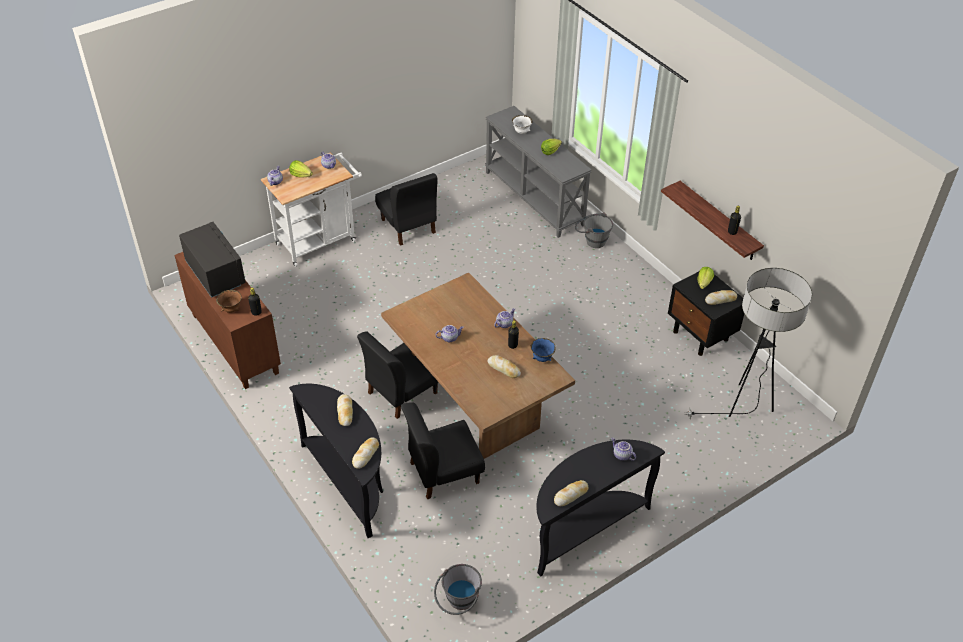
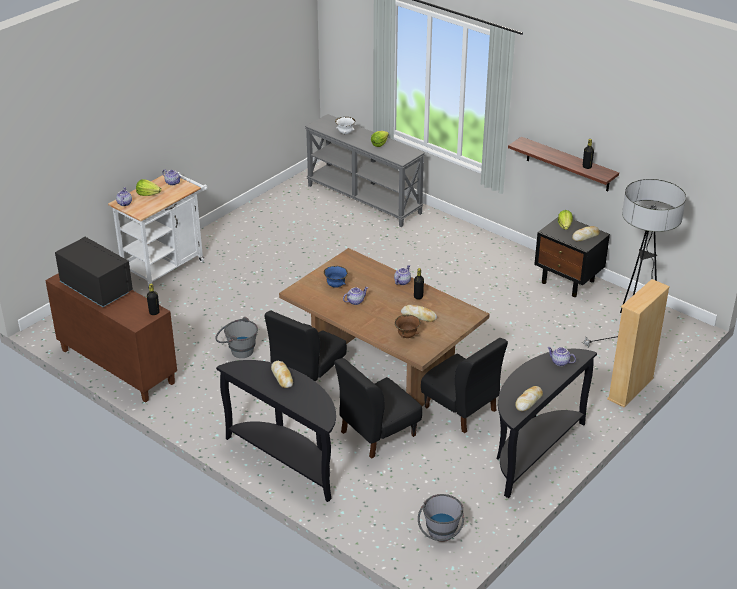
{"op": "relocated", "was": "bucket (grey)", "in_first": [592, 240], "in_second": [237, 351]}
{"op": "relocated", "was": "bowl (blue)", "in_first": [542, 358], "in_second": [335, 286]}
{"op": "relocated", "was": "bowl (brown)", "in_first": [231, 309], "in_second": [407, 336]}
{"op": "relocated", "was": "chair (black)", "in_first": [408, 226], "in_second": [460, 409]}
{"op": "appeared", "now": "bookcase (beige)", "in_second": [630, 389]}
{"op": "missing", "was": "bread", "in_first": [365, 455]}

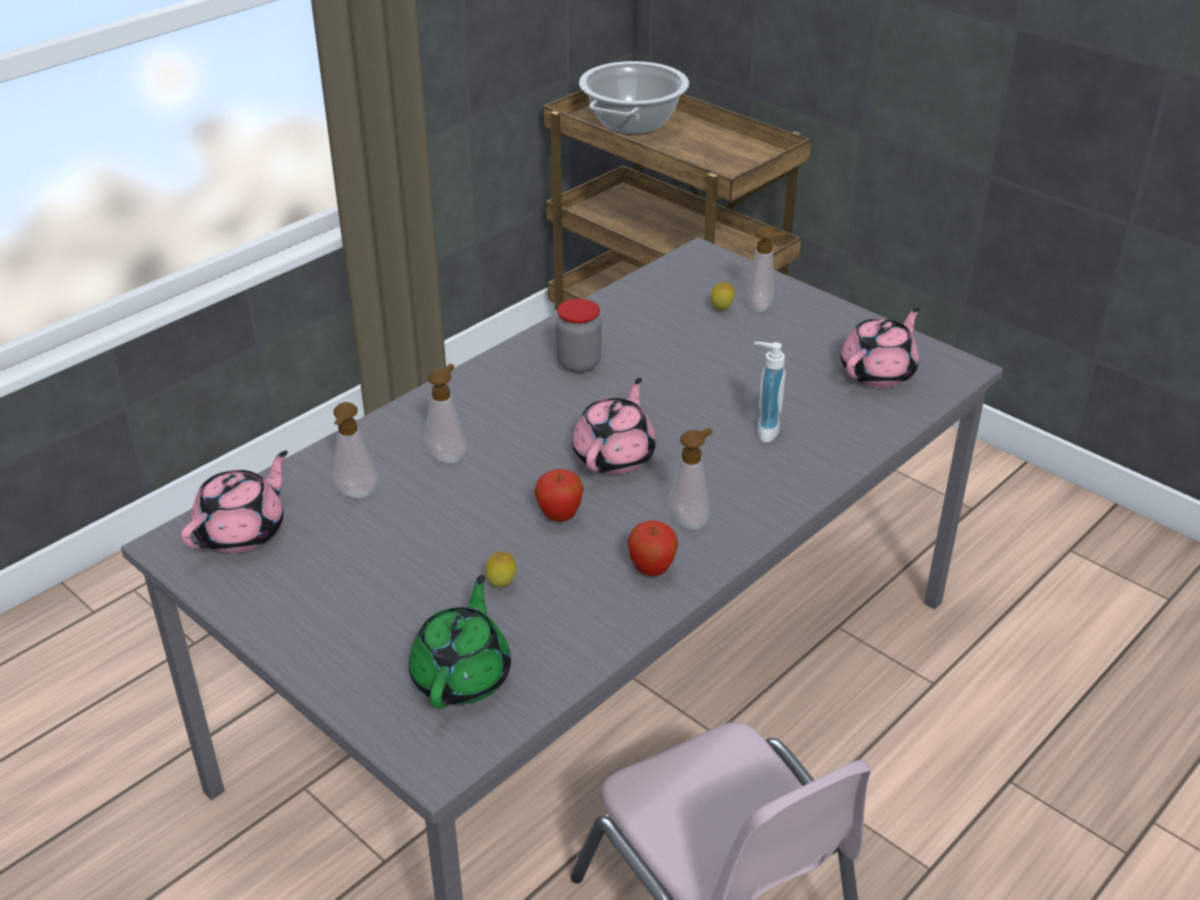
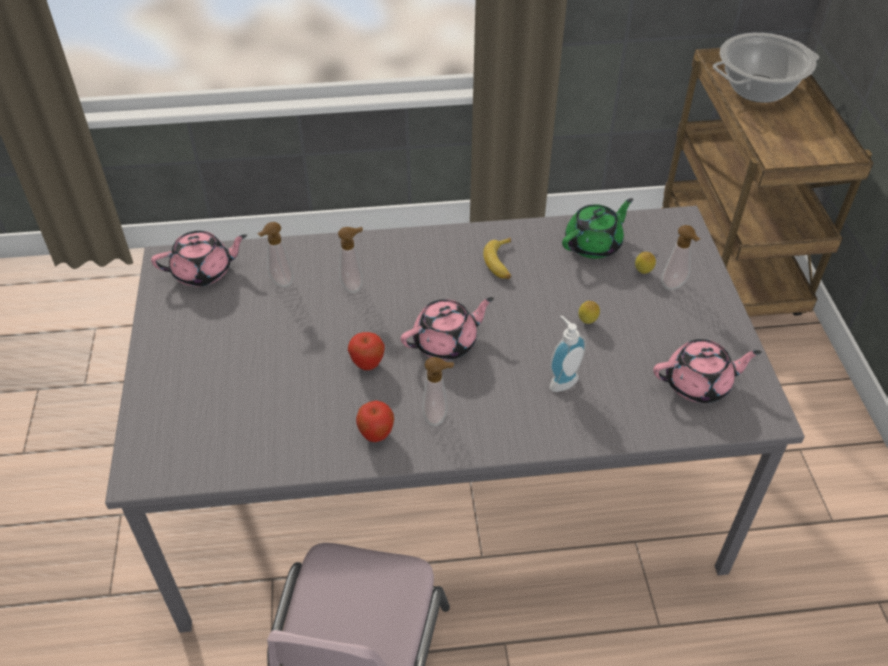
{"op": "exchanged", "was": "jar", "now": "banana", "in_first": [579, 363], "in_second": [501, 263]}
{"op": "relocated", "was": "teapot (green)", "in_first": [462, 675], "in_second": [594, 244]}
{"op": "relocated", "was": "lemon", "in_first": [501, 585], "in_second": [587, 322]}

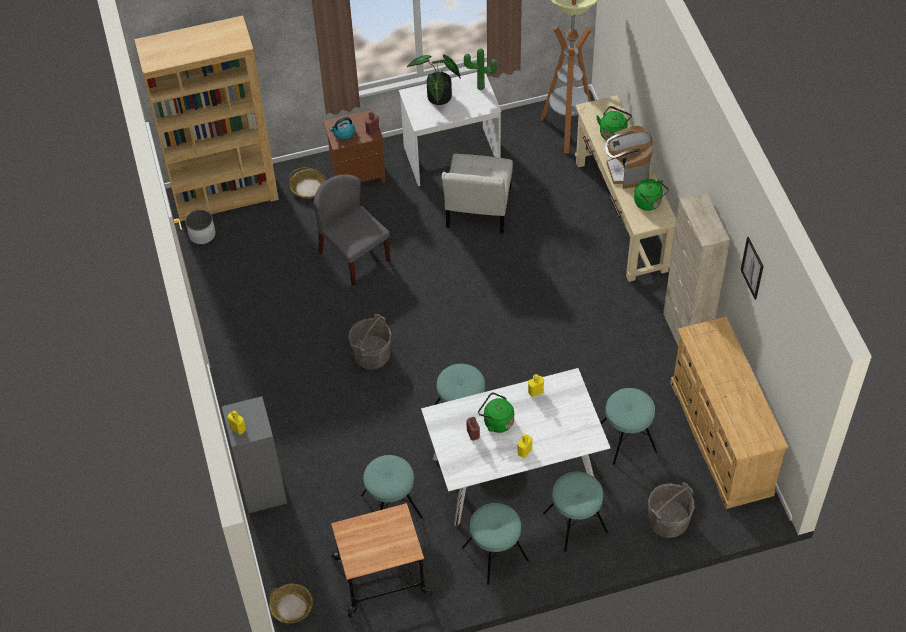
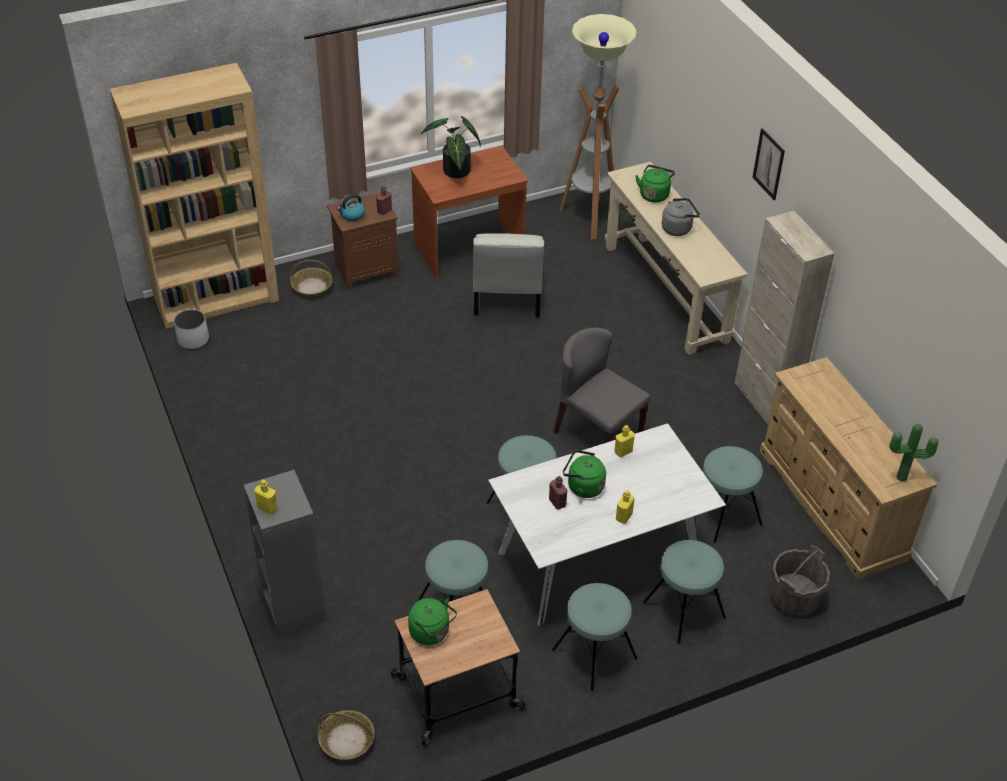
{"op": "relocated", "was": "kettle (green)", "in_first": [649, 203], "in_second": [431, 633]}
{"op": "colour", "was": "desk (white)", "now": "desk (brown)", "in_first": [451, 157], "in_second": [469, 250]}
{"op": "relocated", "was": "chair (grey)", "in_first": [353, 256], "in_second": [597, 433]}
{"op": "exchanged", "was": "coffee machine", "now": "kettle (grey)", "in_first": [627, 171], "in_second": [678, 228]}
{"op": "relocated", "was": "picture", "in_first": [752, 268], "in_second": [768, 164]}
{"op": "relocated", "was": "potted plant", "in_first": [481, 88], "in_second": [902, 479]}
{"op": "missing", "was": "bucket (grey)", "in_first": [372, 355]}

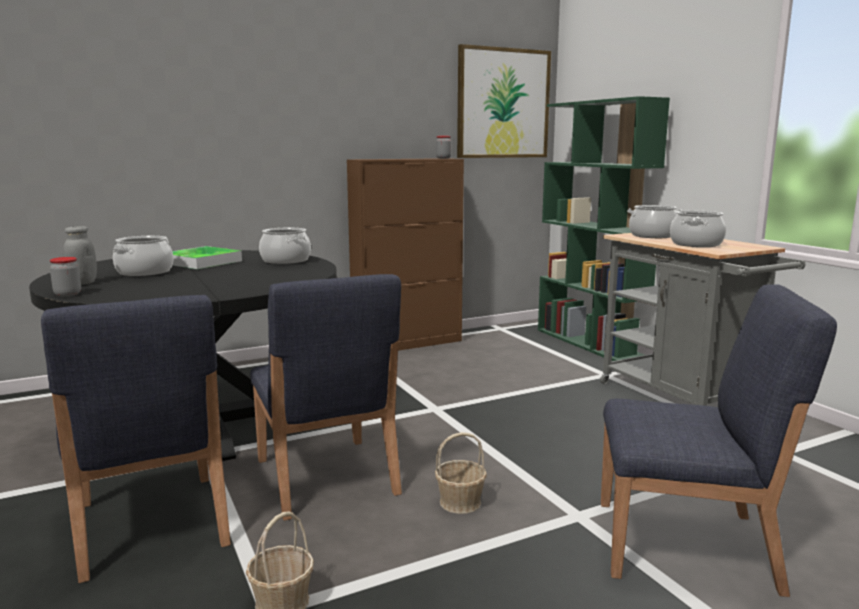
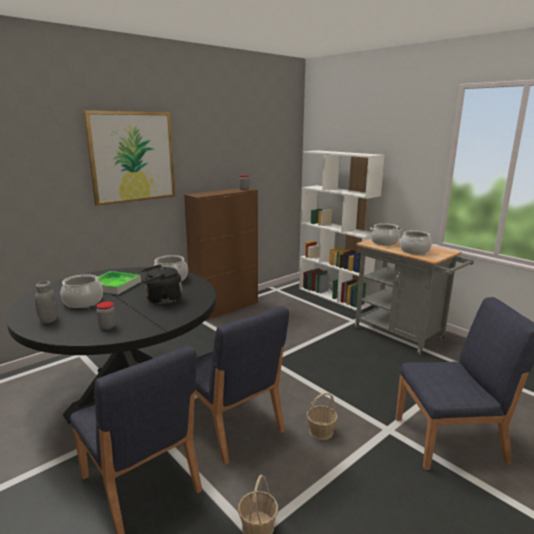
{"op": "relocated", "was": "picture", "in_first": [503, 103], "in_second": [132, 157]}
{"op": "relocated", "was": "jar", "in_first": [67, 294], "in_second": [107, 327]}
{"op": "appeared", "now": "kettle (black)", "in_second": [161, 300]}
{"op": "colour", "was": "bookcase (green)", "now": "bookcase (white)", "in_first": [590, 343], "in_second": [334, 296]}

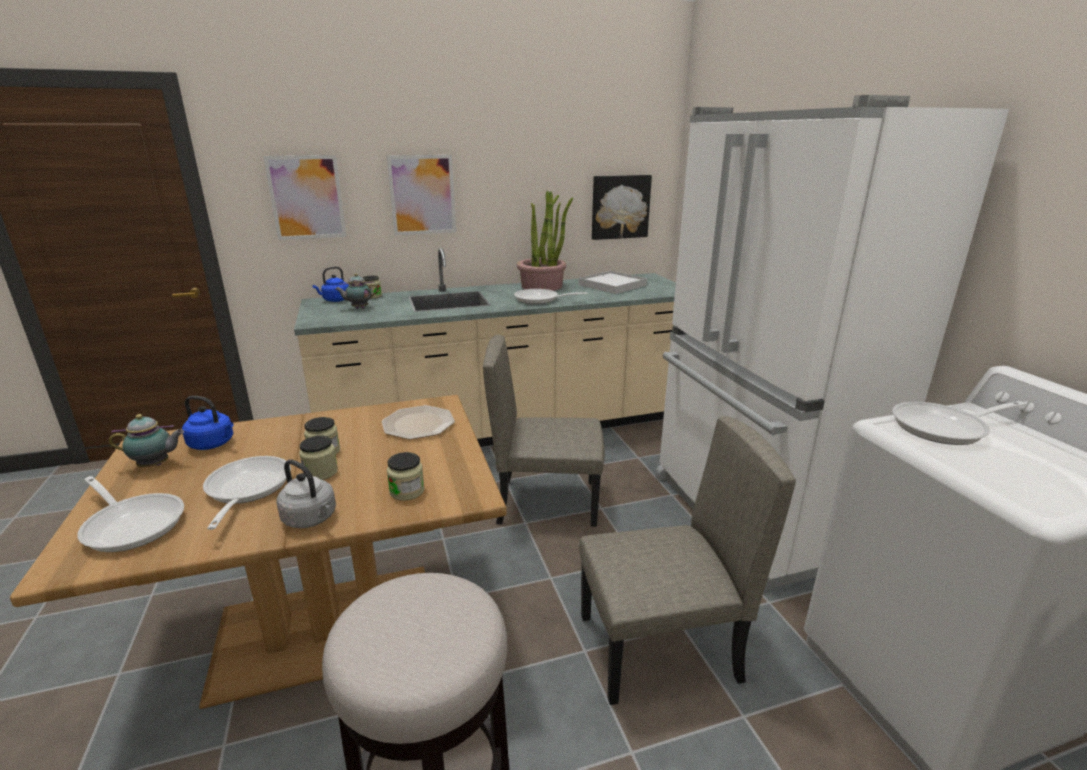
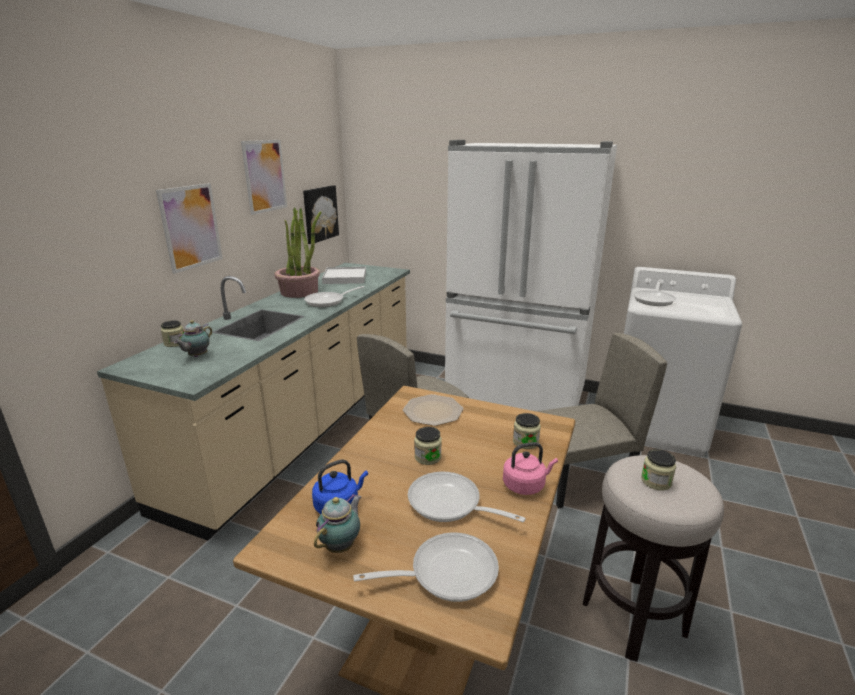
{"op": "relocated", "was": "picture", "in_first": [306, 197], "in_second": [265, 176]}
{"op": "colour", "was": "kettle (grey)", "now": "kettle (pink)", "in_first": [311, 519], "in_second": [525, 485]}
{"op": "spun", "was": "chair (beige)", "in_first": [659, 649], "in_second": [579, 480], "clockwise": 45}
{"op": "relocated", "was": "jar", "in_first": [320, 472], "in_second": [656, 481]}
{"op": "missing", "was": "kettle (blue)", "in_first": [335, 300]}

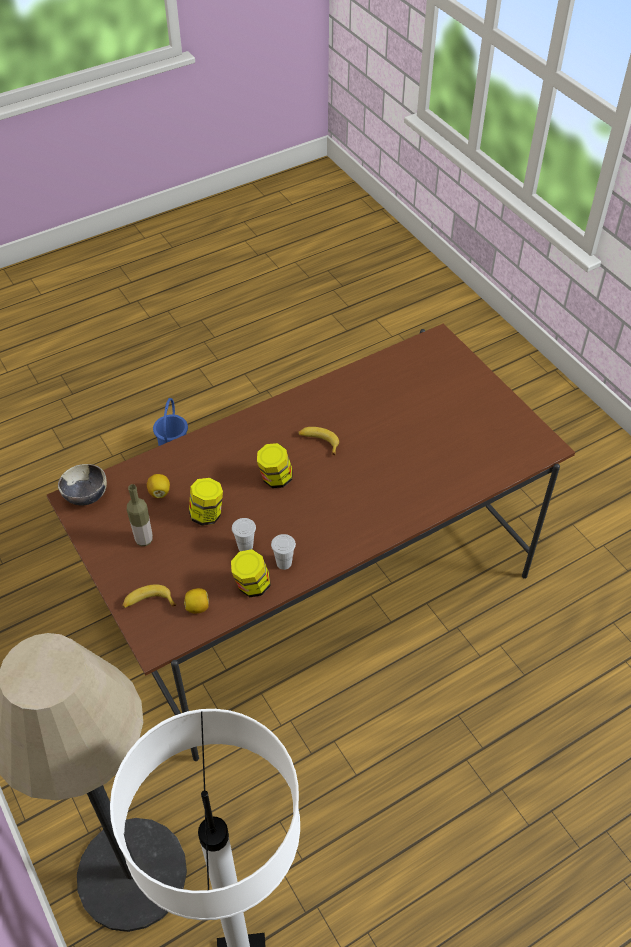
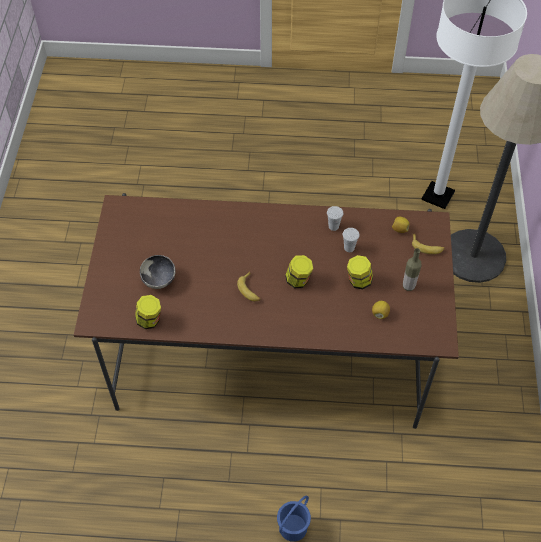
{"op": "relocated", "was": "jar", "in_first": [252, 585], "in_second": [149, 320]}
{"op": "relocated", "was": "bowl", "in_first": [86, 496], "in_second": [159, 280]}

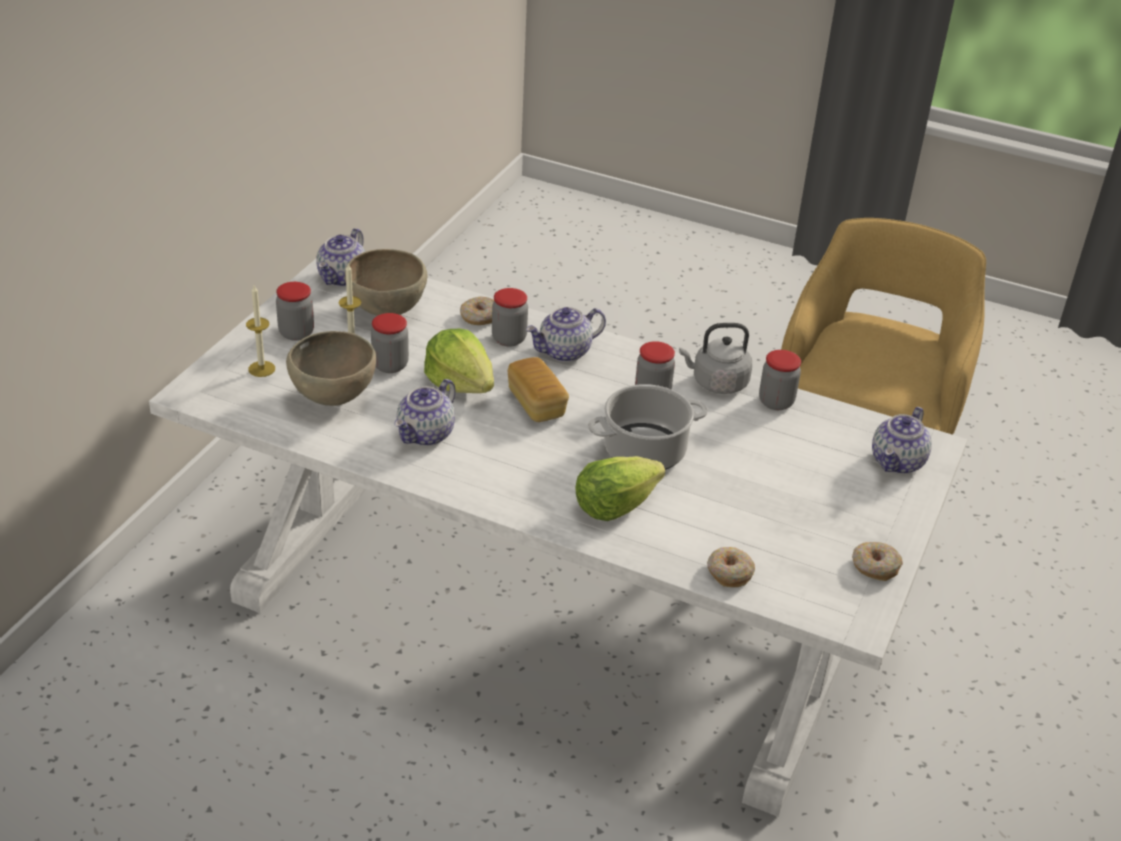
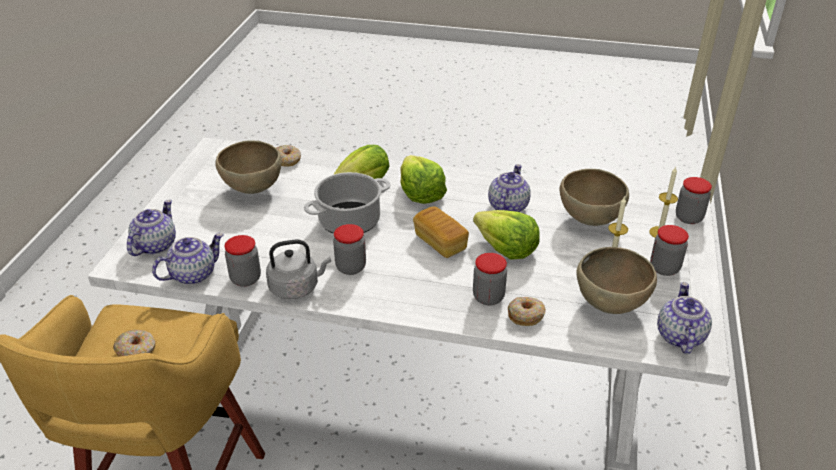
{"op": "relocated", "was": "donut", "in_first": [874, 567], "in_second": [137, 350]}
{"op": "relocated", "was": "teapot", "in_first": [564, 352], "in_second": [193, 274]}
{"op": "appeared", "now": "bowl (brown)", "in_second": [252, 189]}
{"op": "appeared", "now": "lettuce", "in_second": [420, 194]}
{"op": "relocated", "was": "jar", "in_first": [390, 365], "in_second": [688, 218]}

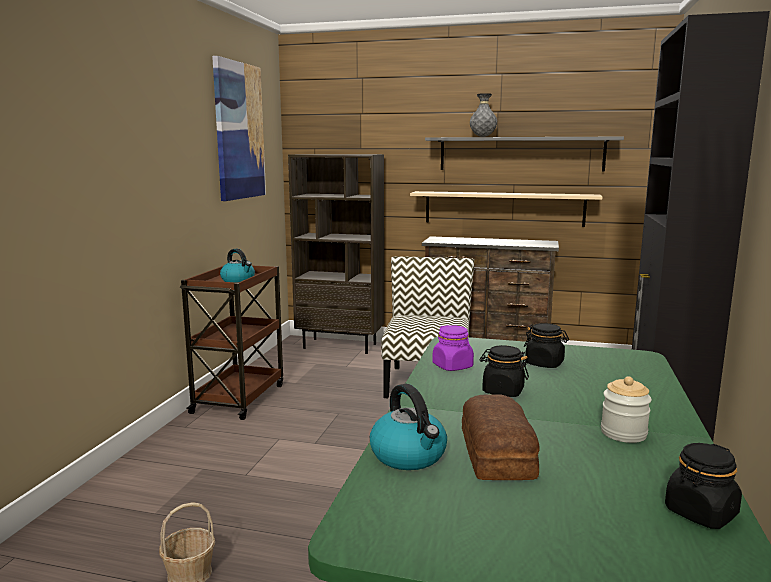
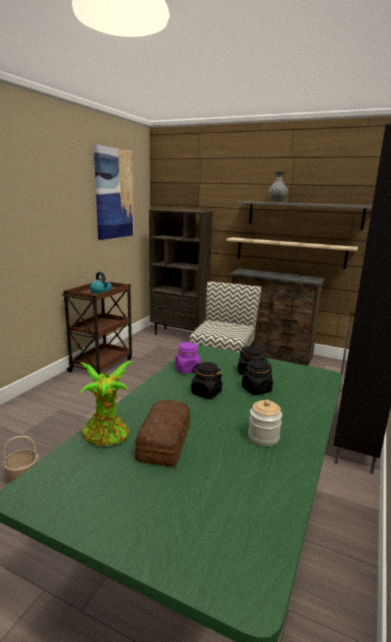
{"op": "exchanged", "was": "kettle", "now": "potted plant", "in_first": [409, 456], "in_second": [107, 436]}
{"op": "relocated", "was": "jar (black)", "in_first": [700, 513], "in_second": [256, 389]}

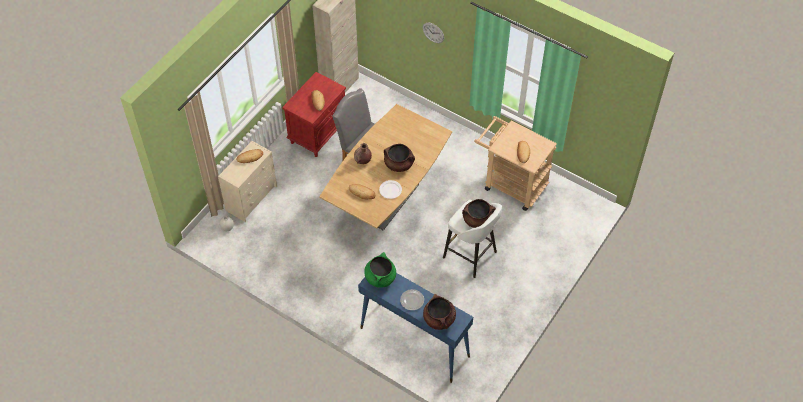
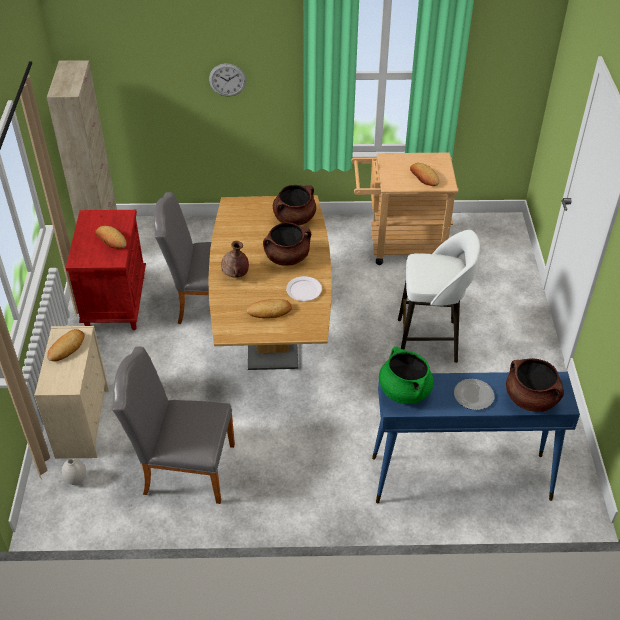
{"op": "appeared", "now": "chair (grey)", "in_second": [182, 467]}
{"op": "relocated", "was": "cooking pot (brown)", "in_first": [477, 220], "in_second": [294, 218]}

